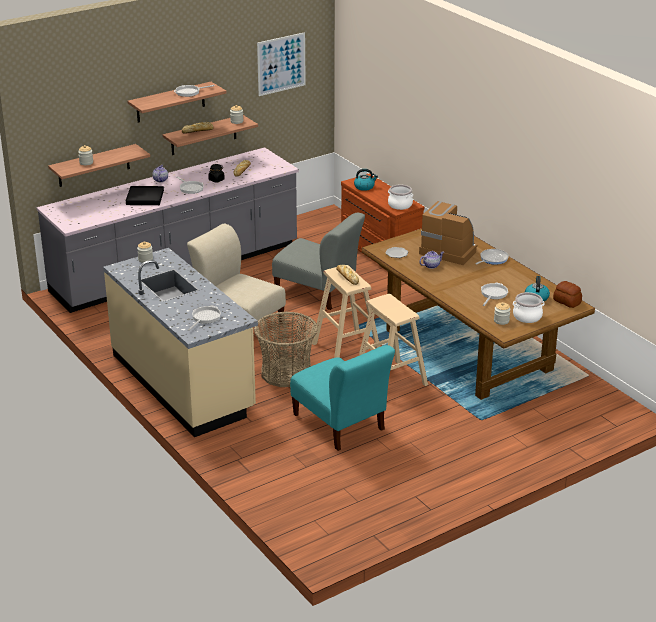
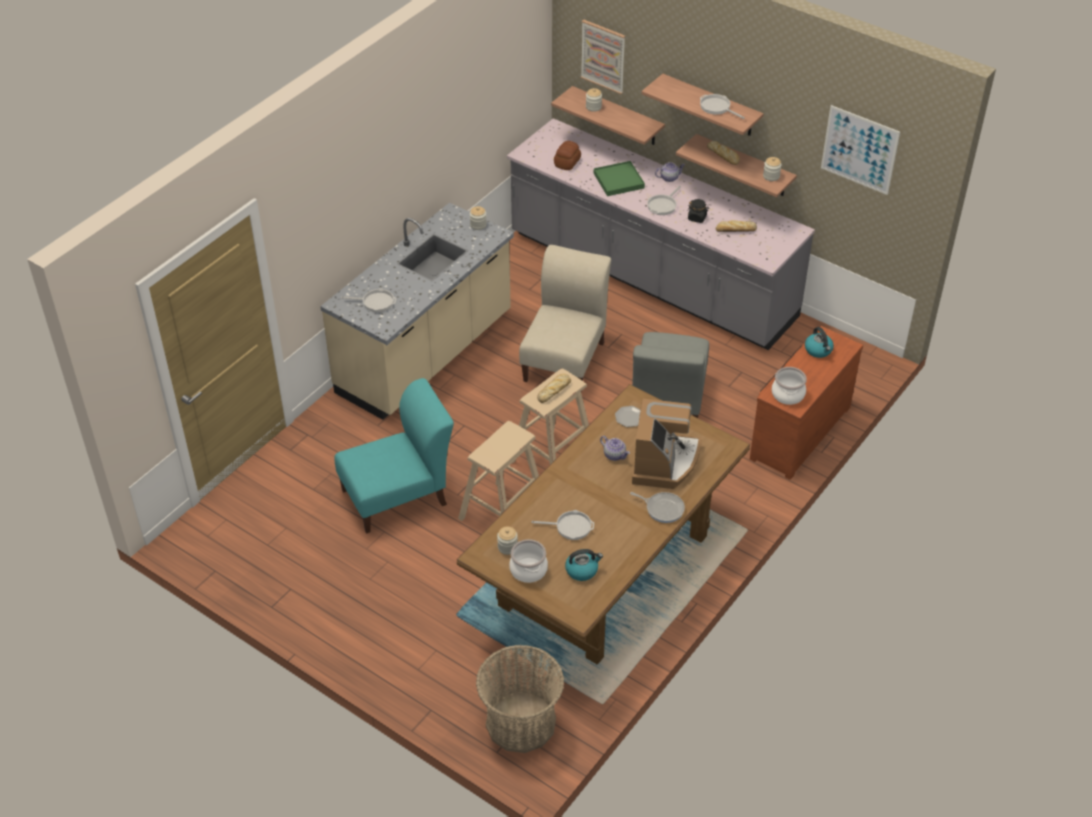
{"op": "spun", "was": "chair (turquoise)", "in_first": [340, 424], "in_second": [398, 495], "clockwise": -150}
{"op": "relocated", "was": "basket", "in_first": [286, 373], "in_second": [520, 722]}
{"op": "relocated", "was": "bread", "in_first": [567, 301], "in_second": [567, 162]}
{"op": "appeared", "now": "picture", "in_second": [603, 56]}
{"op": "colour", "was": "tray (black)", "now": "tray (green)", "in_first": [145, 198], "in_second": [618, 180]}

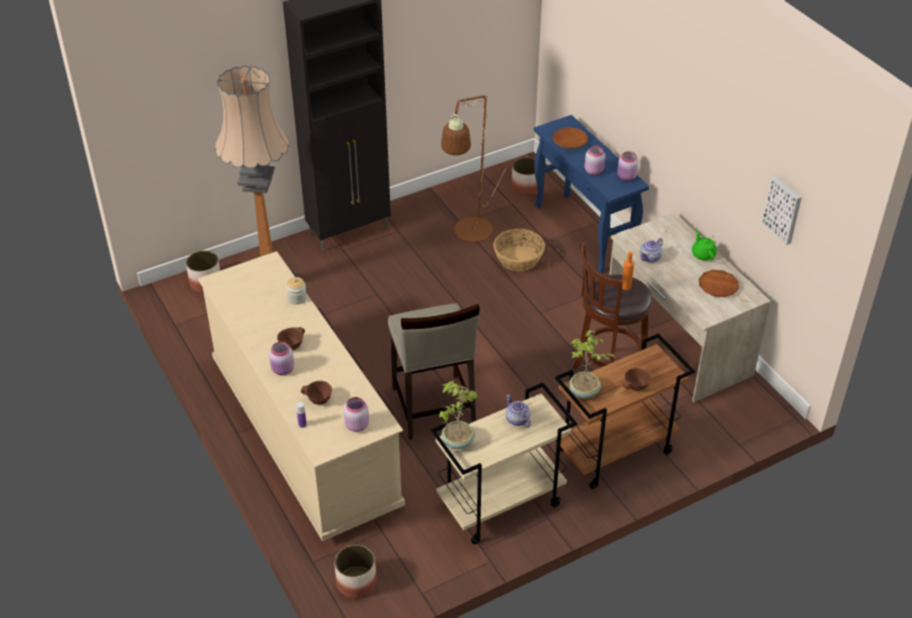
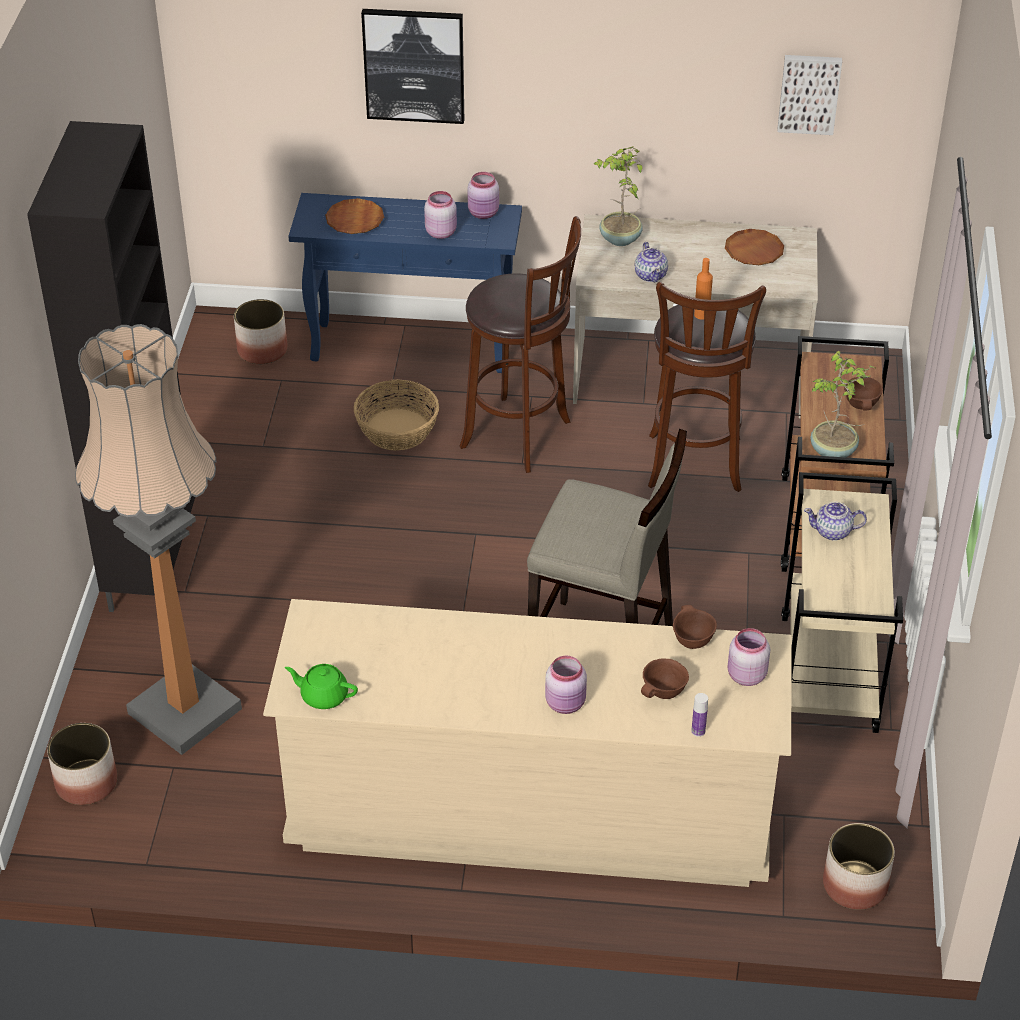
{"op": "relocated", "was": "teapot (green)", "in_first": [703, 254], "in_second": [323, 696]}
{"op": "appeared", "now": "picture", "in_second": [414, 65]}
{"op": "appeared", "now": "stool (brown)", "in_second": [521, 436]}
{"op": "relocated", "was": "potted plant", "in_first": [457, 441], "in_second": [619, 239]}
{"op": "relocated", "was": "bowl (brown)", "in_first": [291, 346], "in_second": [691, 641]}
{"op": "missing", "was": "jar", "in_first": [297, 298]}
{"op": "missing", "was": "floor lamp (brown)", "in_first": [470, 236]}

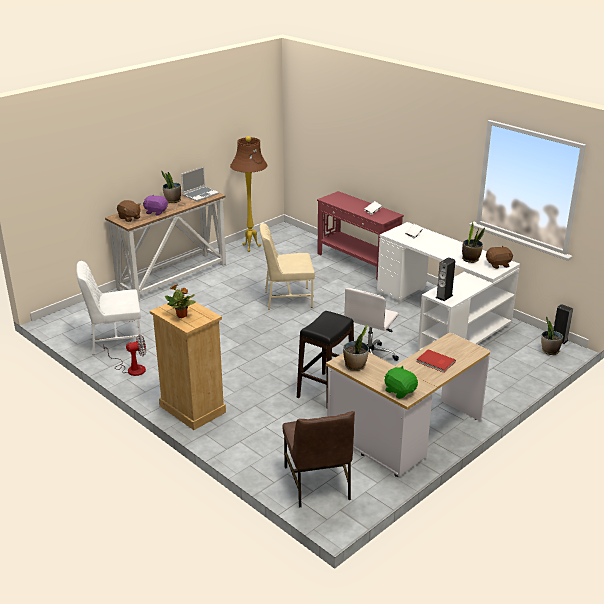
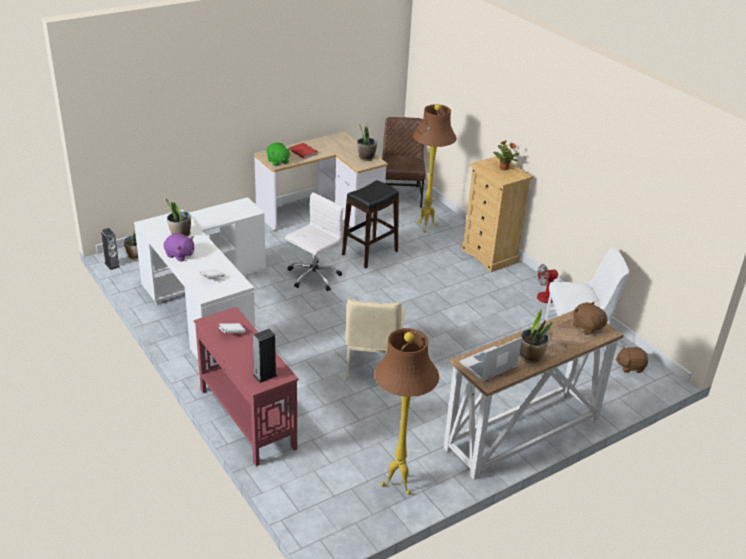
{"op": "relocated", "was": "plush toy (purple)", "in_first": [156, 212], "in_second": [180, 255]}
{"op": "relocated", "was": "speaker", "in_first": [444, 296], "in_second": [265, 375]}
{"op": "relocated", "was": "plush toy (green)", "in_first": [400, 391], "in_second": [278, 161]}
{"op": "spun", "was": "chair (beige)", "in_first": [287, 299], "in_second": [371, 365], "clockwise": 90}
{"op": "appeared", "now": "floor lamp (brown)", "in_second": [426, 227]}
{"op": "relocated", "was": "plush toy (brown)", "in_first": [498, 265], "in_second": [630, 366]}

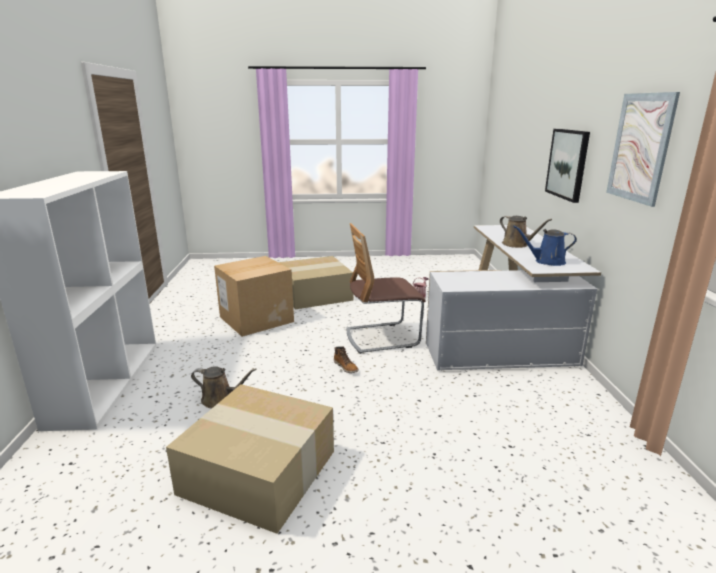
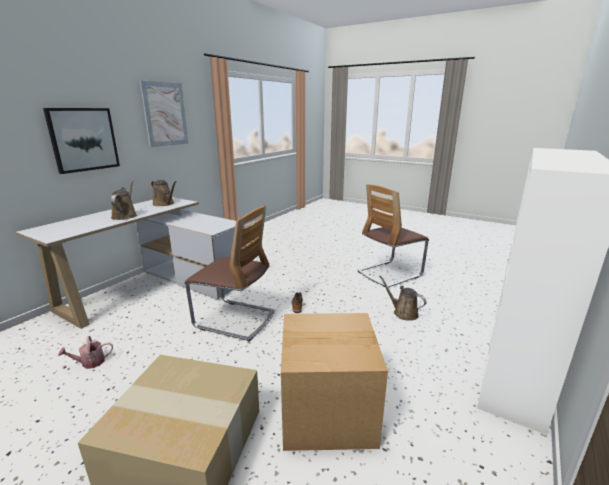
{"op": "colour", "was": "watering can (blue)", "now": "watering can (brown)", "in_first": [546, 261], "in_second": [164, 204]}
{"op": "exchanged", "was": "cardboard box", "now": "chair", "in_first": [261, 471], "in_second": [389, 273]}

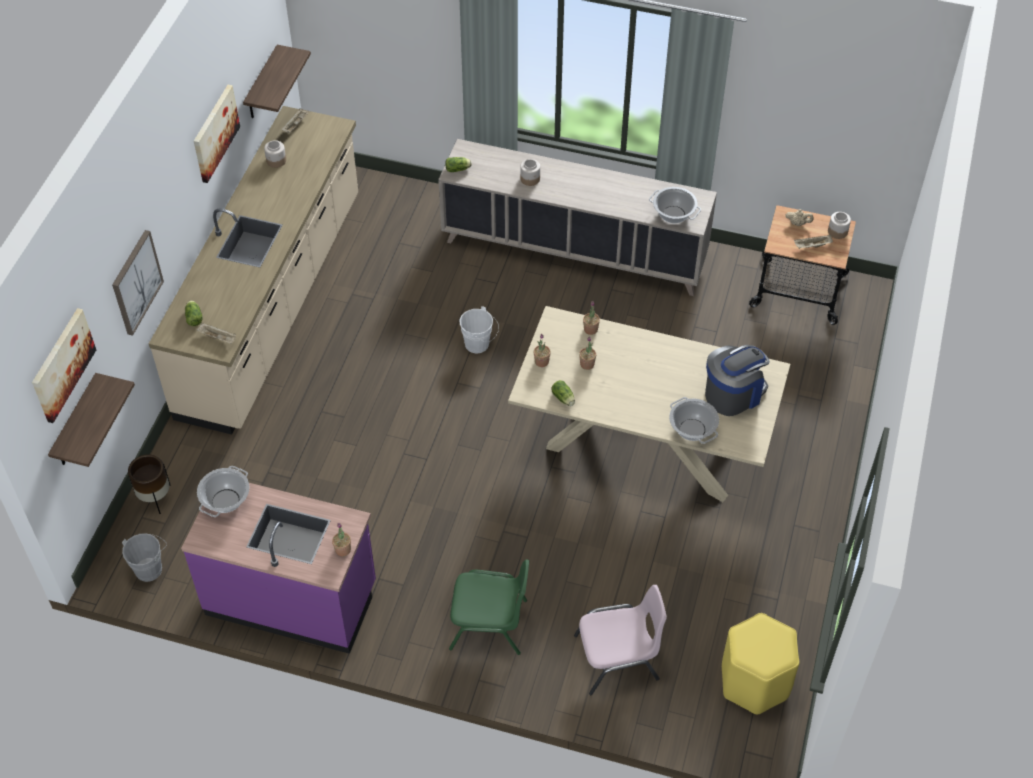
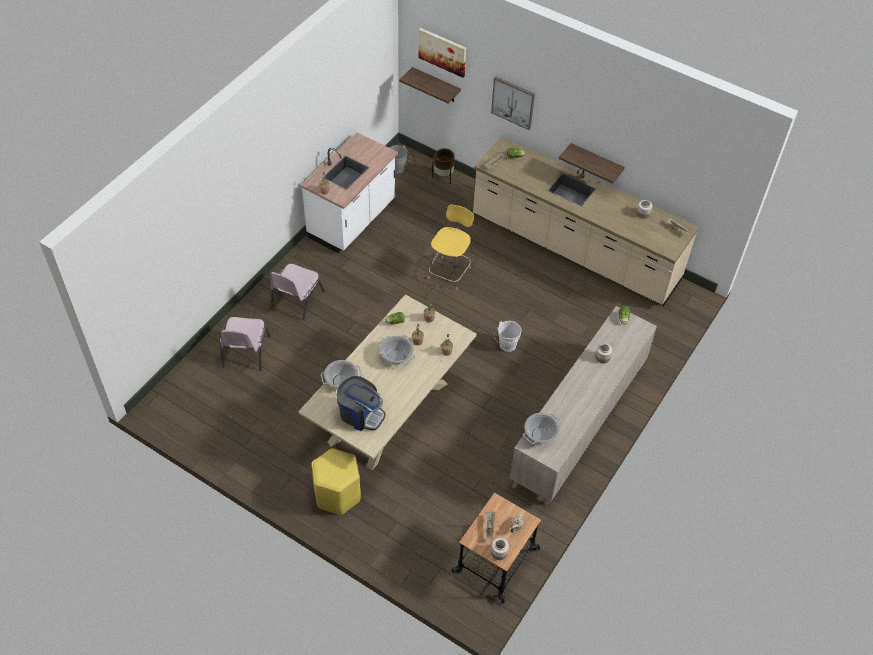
{"op": "colour", "was": "chair (green)", "now": "chair (pink)", "in_first": [490, 624], "in_second": [296, 300]}
{"op": "colour", "was": "counter (purple)", "now": "counter (white)", "in_first": [292, 598], "in_second": [353, 220]}
{"op": "relocated", "was": "stool (yellow)", "in_first": [754, 682], "in_second": [337, 494]}
{"op": "spun", "was": "coffee machine", "in_first": [733, 394], "in_second": [360, 414], "clockwise": -45}
{"op": "relocated", "was": "cooking pot", "in_first": [226, 500], "in_second": [397, 356]}
{"op": "appeared", "now": "chair (yellow)", "in_second": [450, 272]}
{"op": "relocated", "was": "shelf", "in_first": [262, 84], "in_second": [596, 162]}
{"op": "missing", "was": "picture", "in_first": [215, 133]}

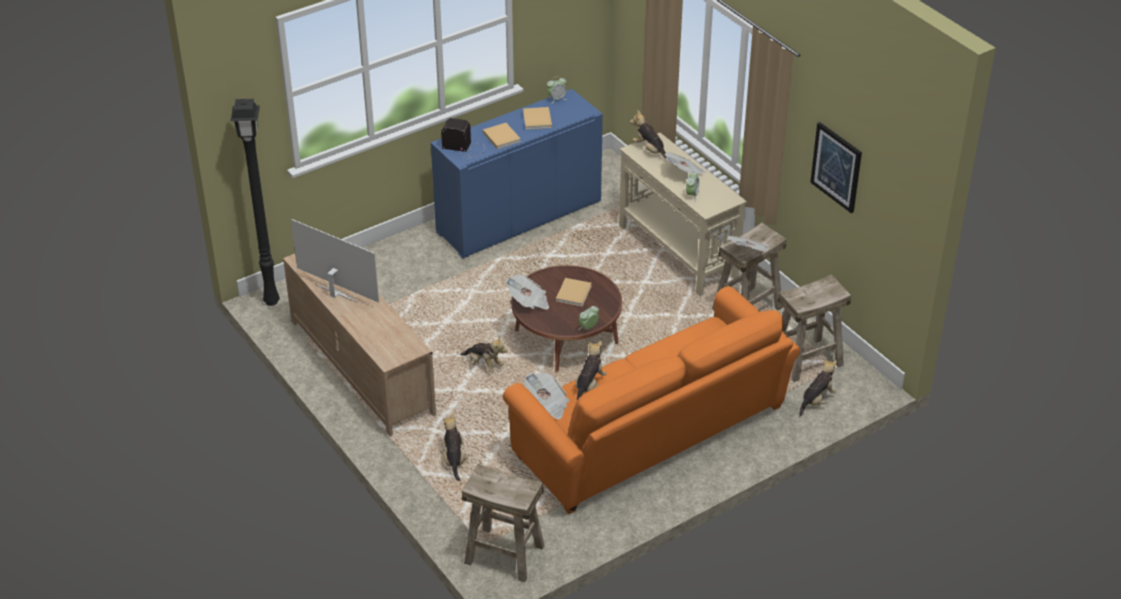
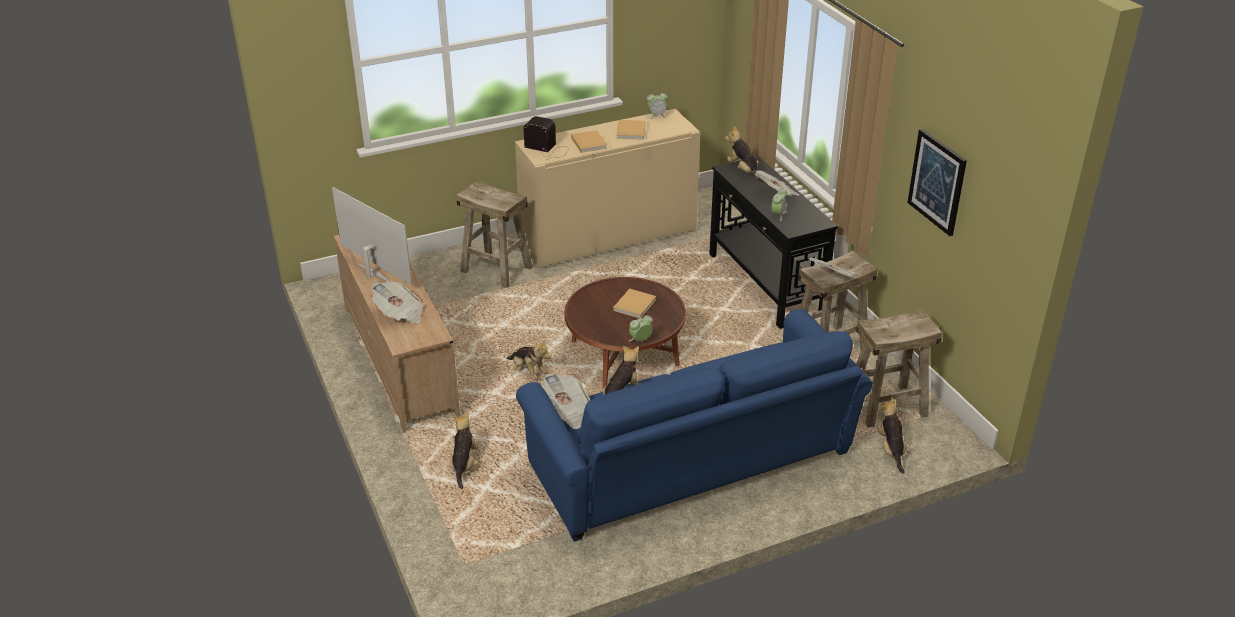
{"op": "relocated", "was": "newspaper", "in_first": [528, 302], "in_second": [400, 314]}
{"op": "relocated", "was": "stool (beige)", "in_first": [503, 554], "in_second": [496, 269]}
{"op": "colour", "was": "cabinet (blue)", "now": "cabinet (beige)", "in_first": [519, 217], "in_second": [608, 237]}
{"op": "colour", "was": "sofa (orange)", "now": "sofa (blue)", "in_first": [653, 436], "in_second": [694, 467]}
{"op": "colour", "was": "console table (beige)", "now": "console table (black)", "in_first": [677, 253], "in_second": [765, 285]}
{"op": "spun", "was": "plush toy", "in_first": [817, 400], "in_second": [891, 450], "clockwise": -60}
{"op": "missing", "was": "floor lamp (black)", "in_first": [270, 302]}

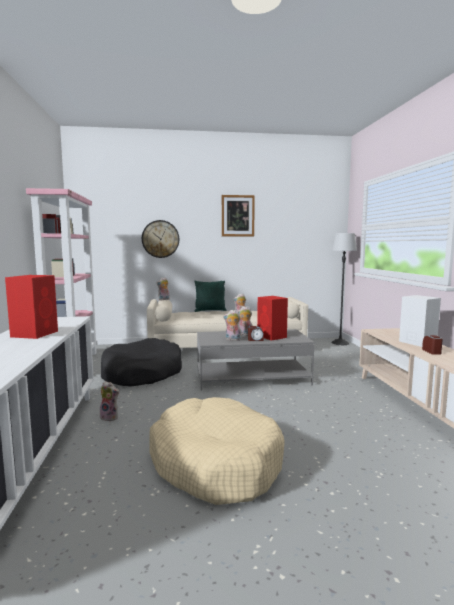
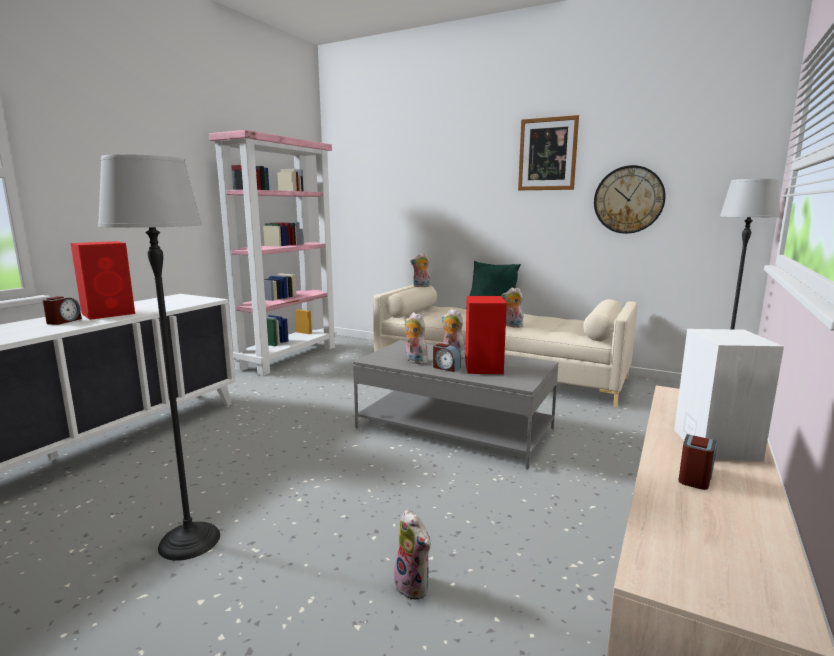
{"op": "appeared", "now": "alarm clock", "in_second": [63, 321]}
{"op": "exchanged", "was": "dog bed (beige)", "now": "floor lamp", "in_first": [215, 463], "in_second": [189, 541]}
{"op": "relocated", "was": "plush toy", "in_first": [110, 417], "in_second": [414, 586]}
{"op": "relocated", "was": "wall clock", "in_first": [160, 239], "in_second": [628, 200]}
{"op": "missing", "was": "dog bed (black)", "in_first": [142, 373]}

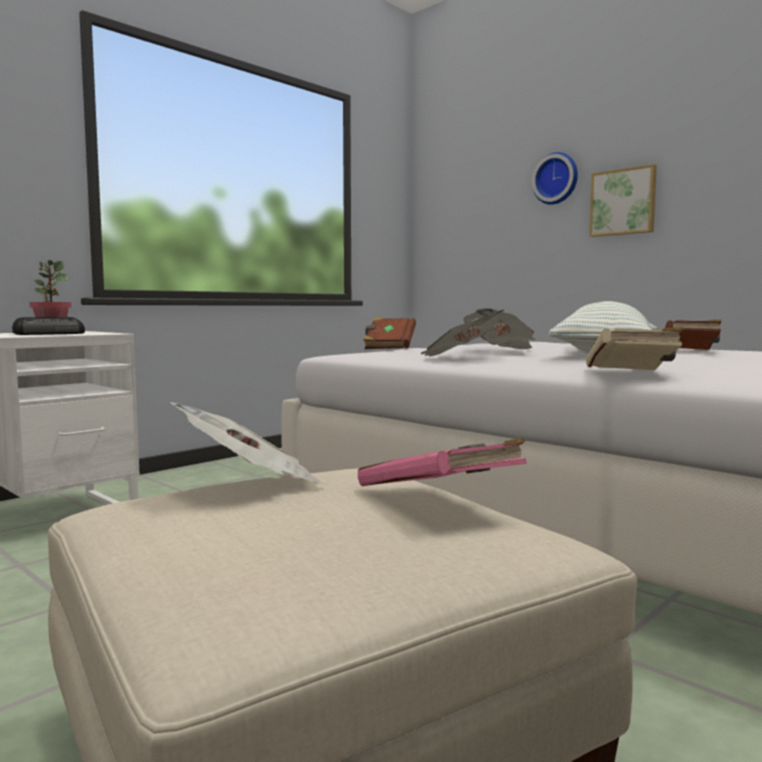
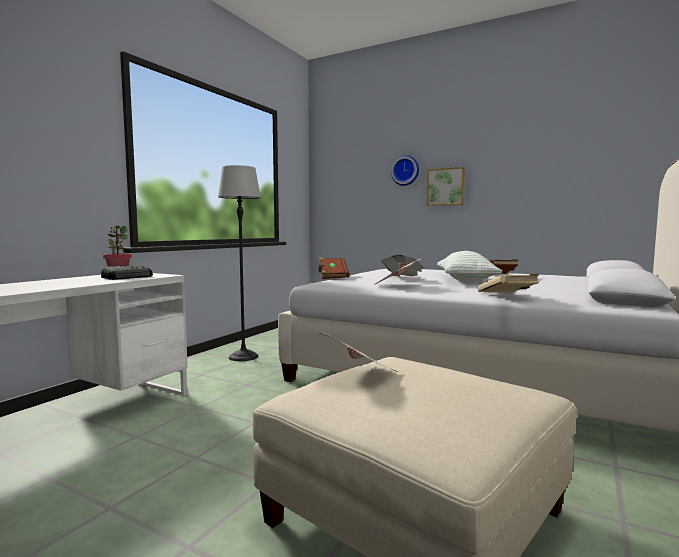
{"op": "appeared", "now": "floor lamp", "in_second": [243, 357]}
{"op": "missing", "was": "book (pink)", "in_first": [439, 498]}

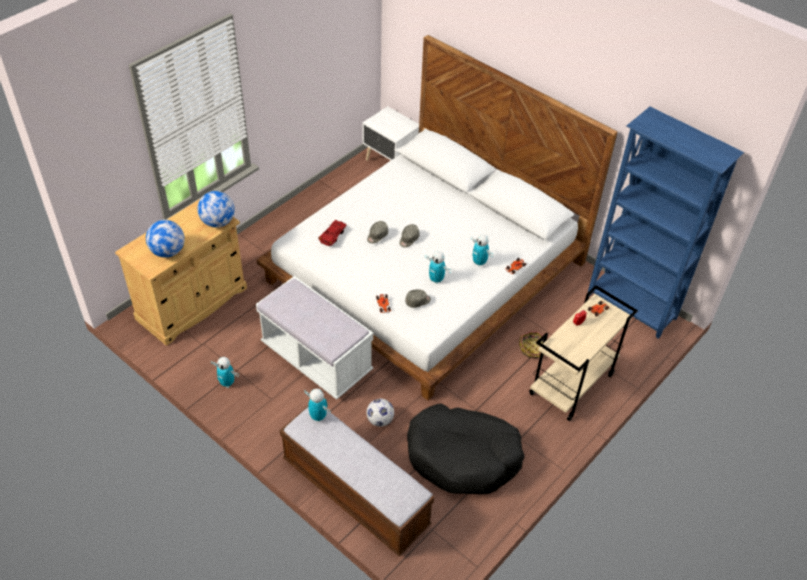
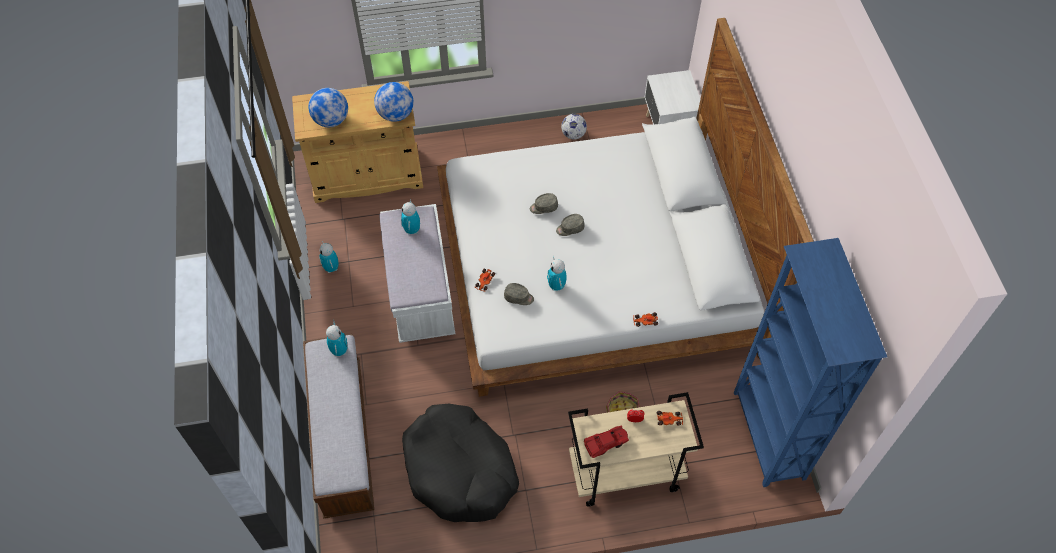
{"op": "relocated", "was": "toy robot", "in_first": [479, 263], "in_second": [412, 230]}
{"op": "relocated", "was": "football", "in_first": [380, 420], "in_second": [573, 134]}
{"op": "relocated", "was": "toy car (red)", "in_first": [333, 235], "in_second": [606, 443]}

